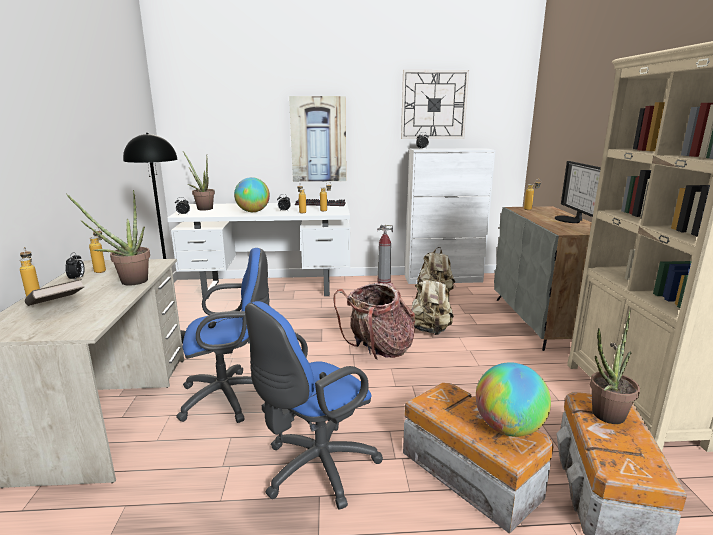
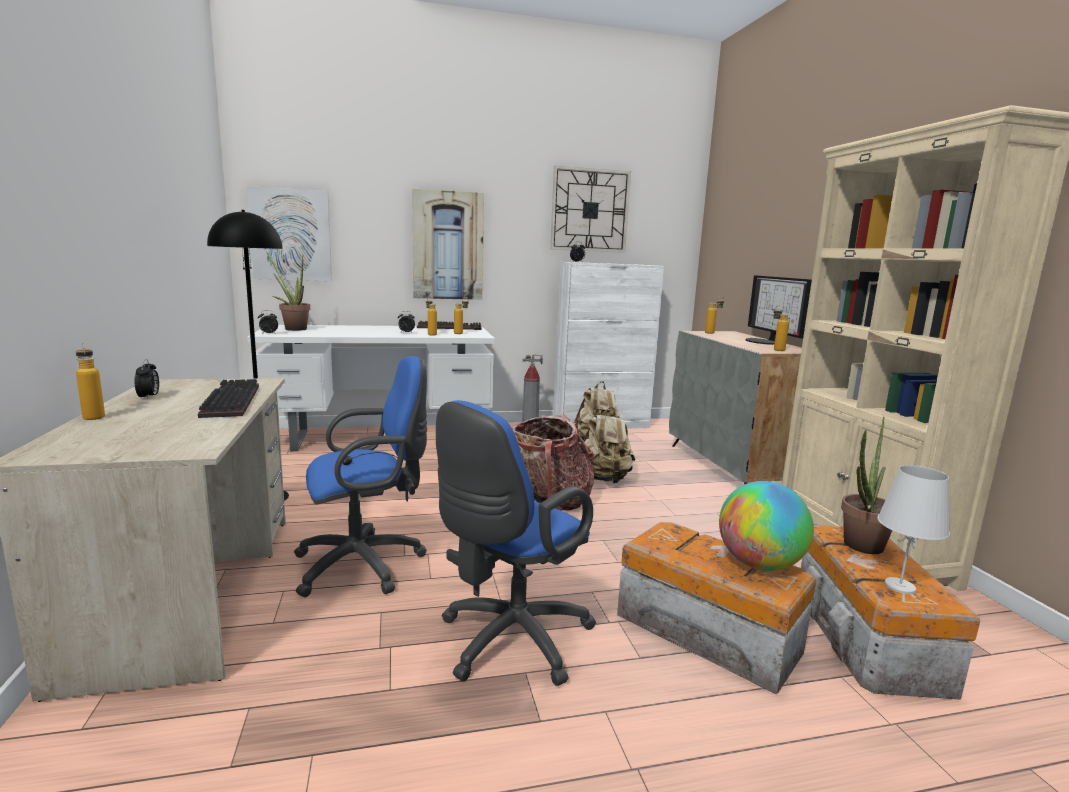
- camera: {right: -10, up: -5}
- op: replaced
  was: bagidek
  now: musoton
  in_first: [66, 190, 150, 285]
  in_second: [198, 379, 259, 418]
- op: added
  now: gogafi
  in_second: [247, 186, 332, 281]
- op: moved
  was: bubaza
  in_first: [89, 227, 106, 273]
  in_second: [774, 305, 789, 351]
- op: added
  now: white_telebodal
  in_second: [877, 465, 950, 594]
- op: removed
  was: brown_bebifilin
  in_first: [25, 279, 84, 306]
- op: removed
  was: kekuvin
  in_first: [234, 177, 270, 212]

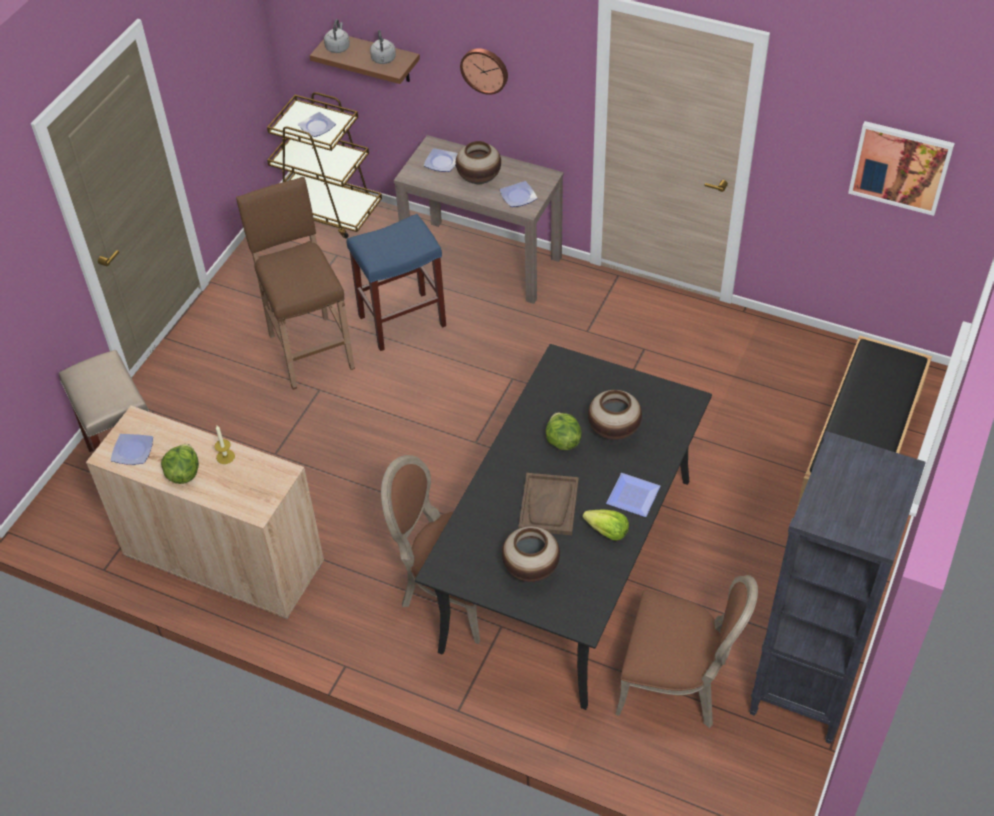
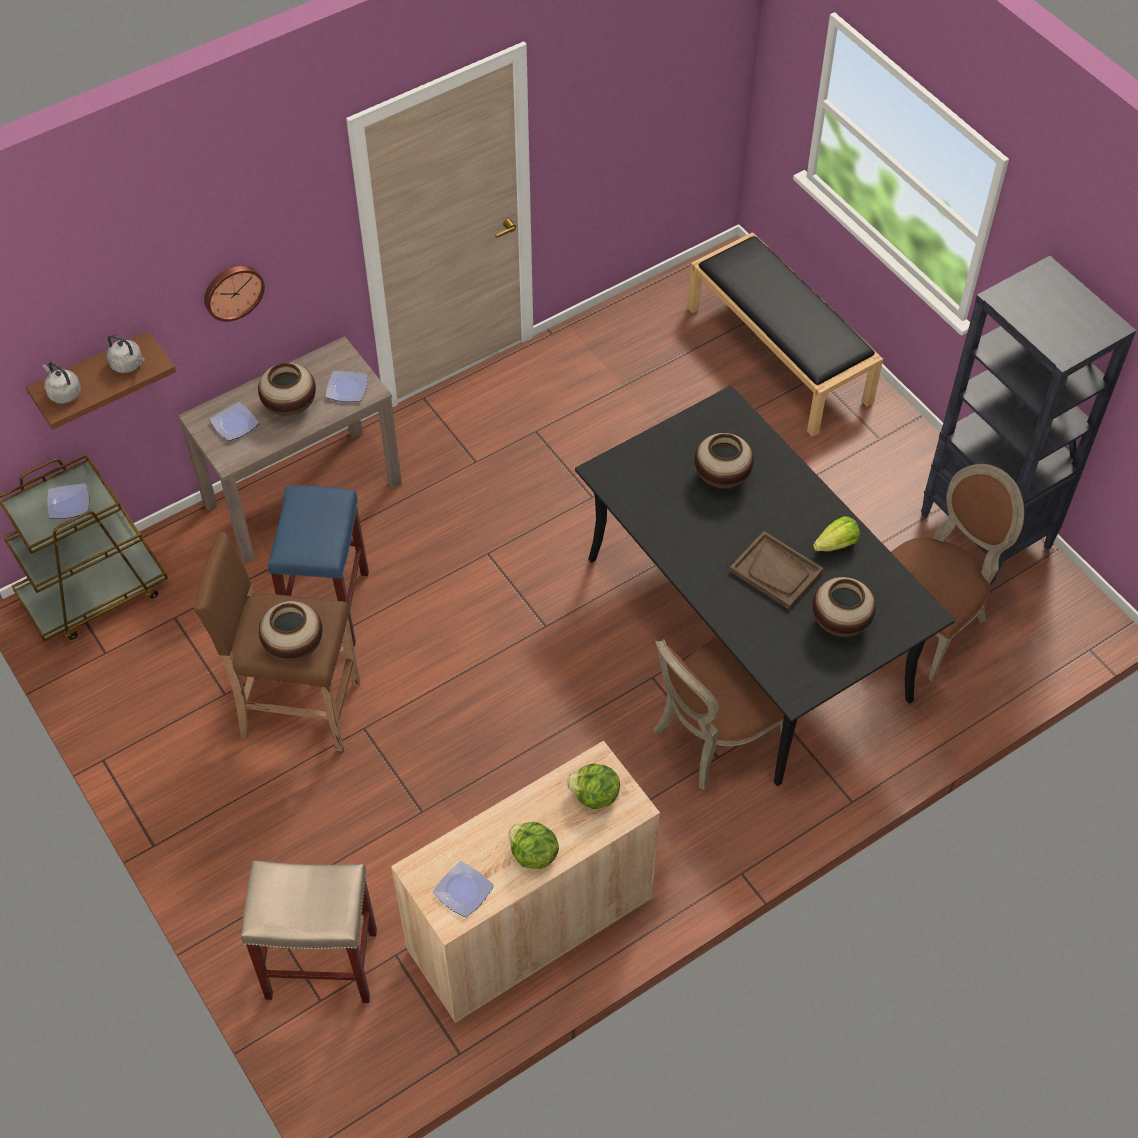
- camera: {right: -60, up: 5}
- op: added
  now: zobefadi
  in_second: [259, 601, 322, 661]
- op: moved
  was: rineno
  in_first: [546, 413, 582, 450]
  in_second: [567, 764, 620, 809]
- op: removed
  was: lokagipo
  in_first: [215, 426, 235, 464]
- op: removed
  was: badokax
  in_first: [606, 473, 660, 517]
- op: removed
  was: gogafi
  in_first: [848, 121, 955, 216]

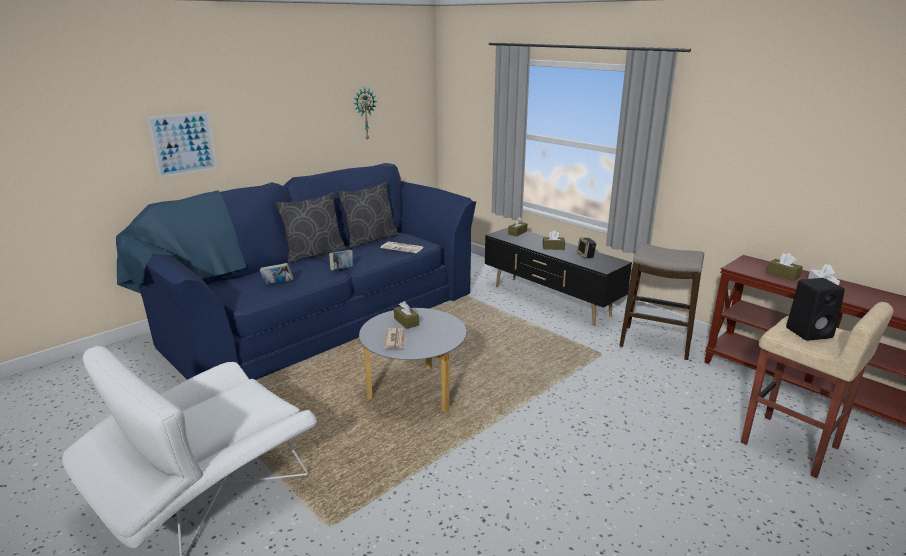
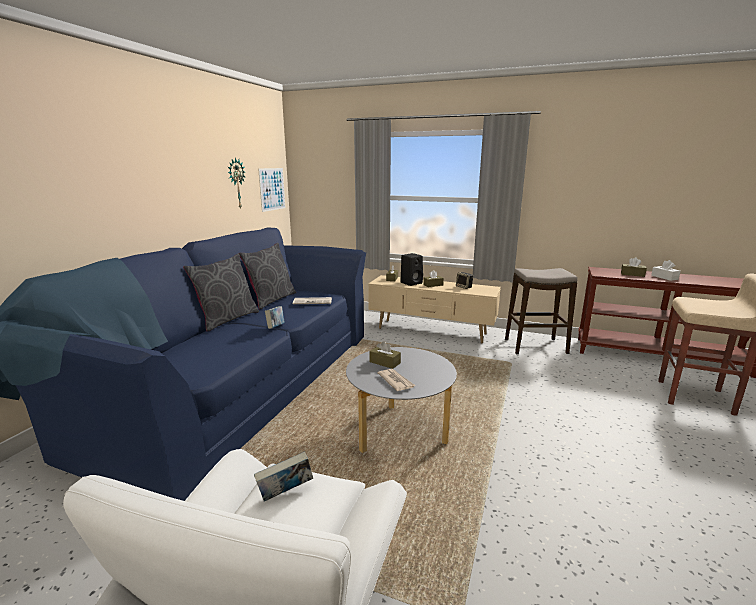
- camera: {right: -25, up: -5}
- op: moved
  was: bebifilin
  in_first: [260, 263, 293, 285]
  in_second: [254, 452, 313, 502]
- op: moved
  was: gogafi
  in_first: [147, 111, 217, 178]
  in_second: [258, 168, 285, 212]
- op: recoloured
  was: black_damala
  now: beige_damala
  in_first: [485, 228, 632, 326]
  in_second: [368, 275, 501, 343]
- op: moved
  was: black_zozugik
  in_first: [786, 278, 845, 341]
  in_second: [400, 253, 423, 286]

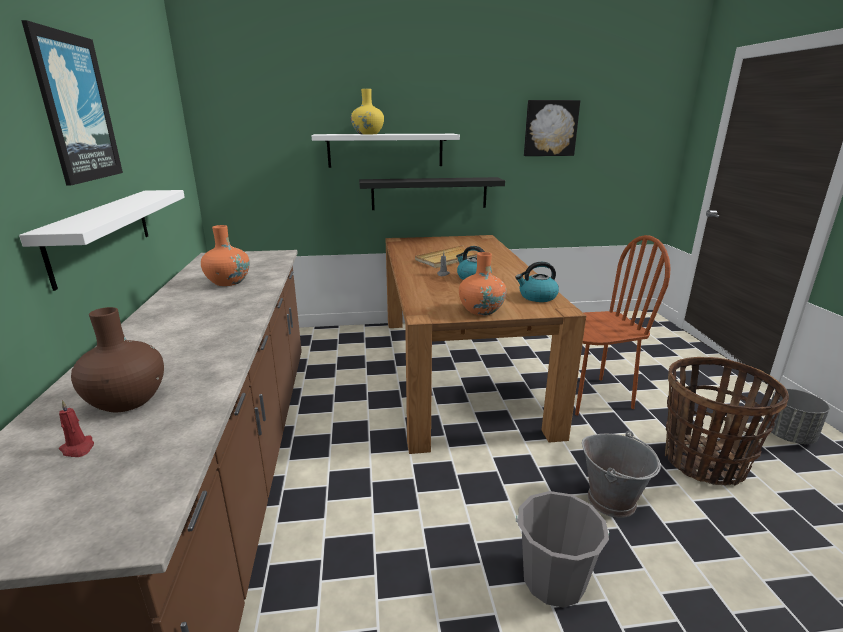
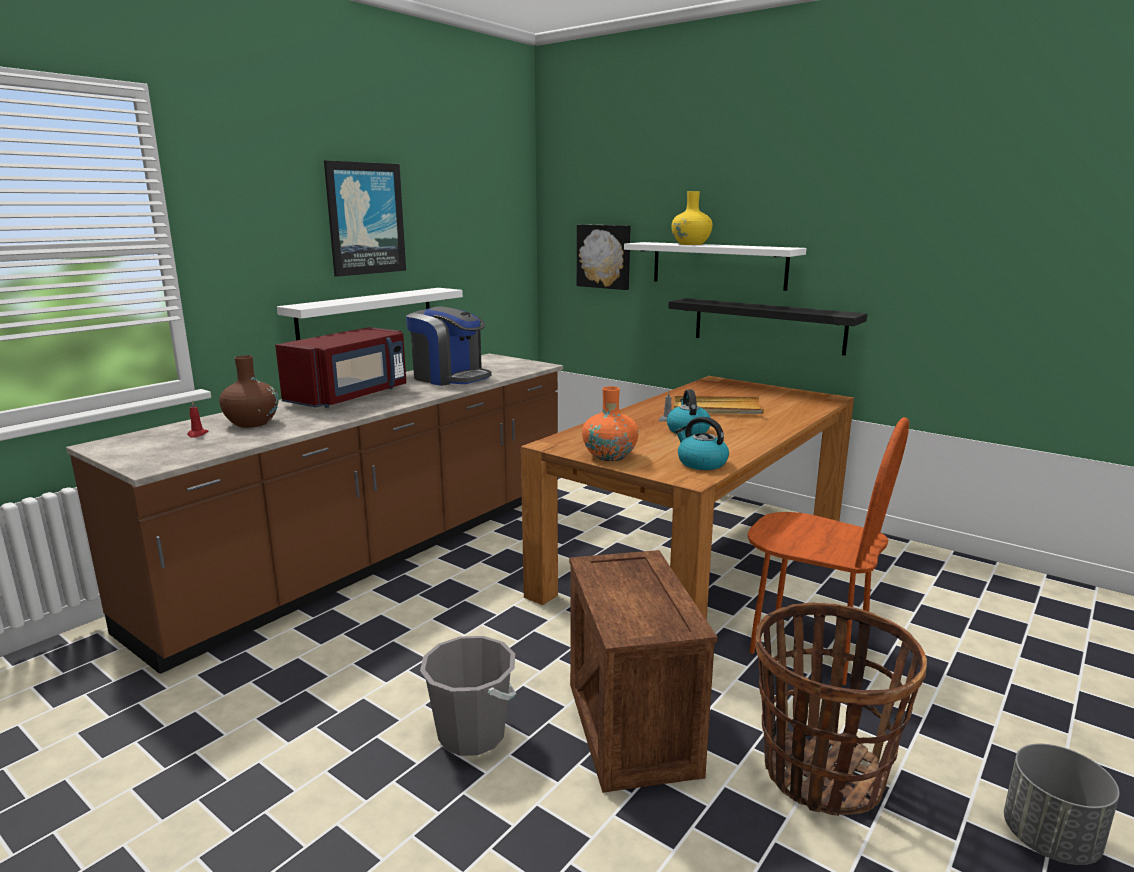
- camera: {right: 45, up: -5}
- op: added
  now: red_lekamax
  in_second: [275, 327, 406, 408]
- op: replaced
  was: orange_zobefadi
  now: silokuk
  in_first: [201, 225, 250, 286]
  in_second: [406, 306, 492, 386]
- op: replaced
  was: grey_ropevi
  now: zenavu
  in_first: [582, 431, 661, 518]
  in_second: [569, 550, 718, 793]
- op: moved
  was: gogafi
  in_first: [524, 100, 580, 156]
  in_second: [577, 224, 631, 290]

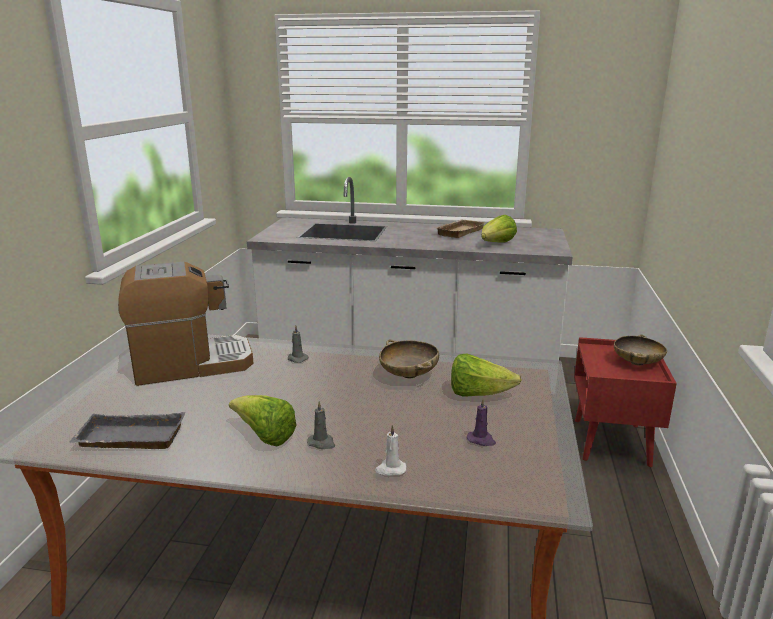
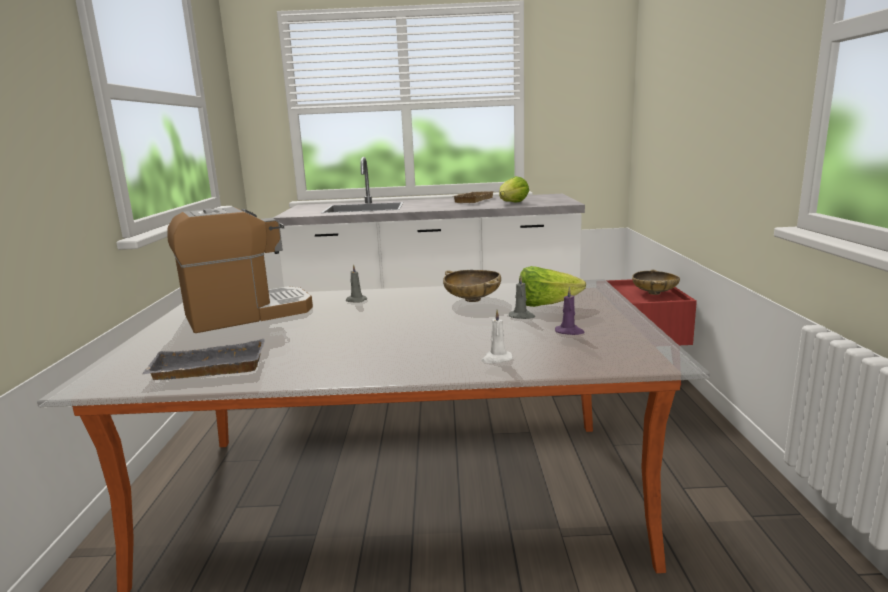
- camera: {right: -10, up: -5}
- op: moved
  was: grey_lokagipo
  in_first: [307, 401, 335, 449]
  in_second: [509, 276, 535, 319]
- op: removed
  was: rineno
  in_first: [229, 395, 296, 446]

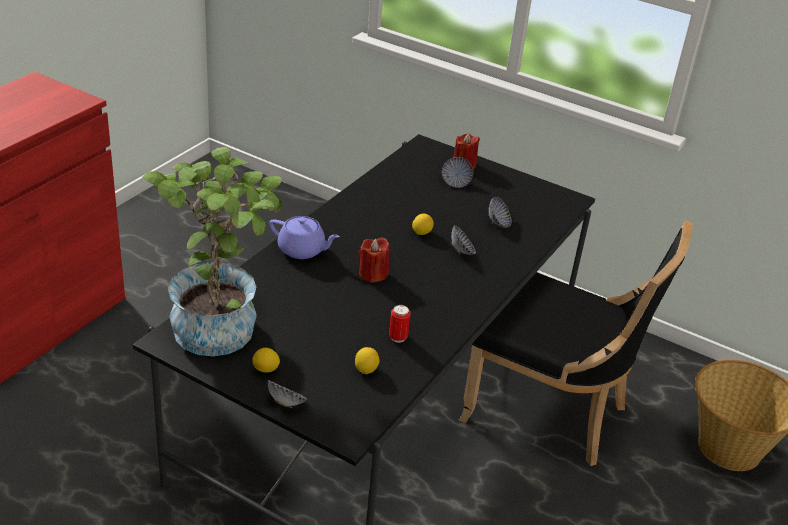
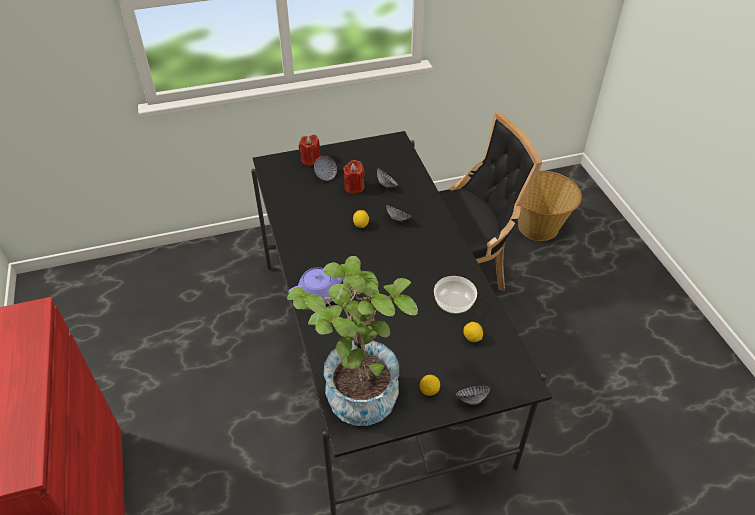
- camera: {right: -45, up: 10}
- op: moved
  was: red_lokagipo
  in_first: [358, 238, 390, 283]
  in_second: [343, 160, 364, 193]
- op: replaced
  was: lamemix
  now: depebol
  in_first: [389, 305, 411, 343]
  in_second: [434, 276, 477, 314]

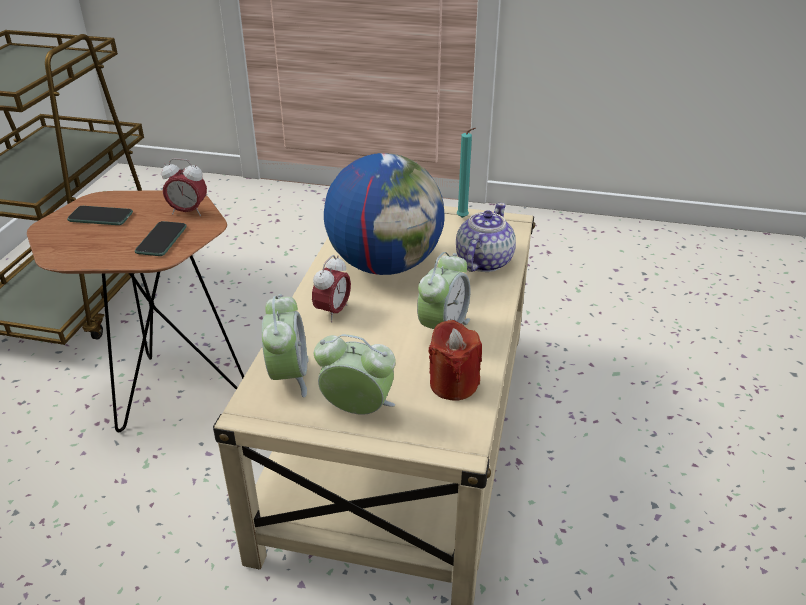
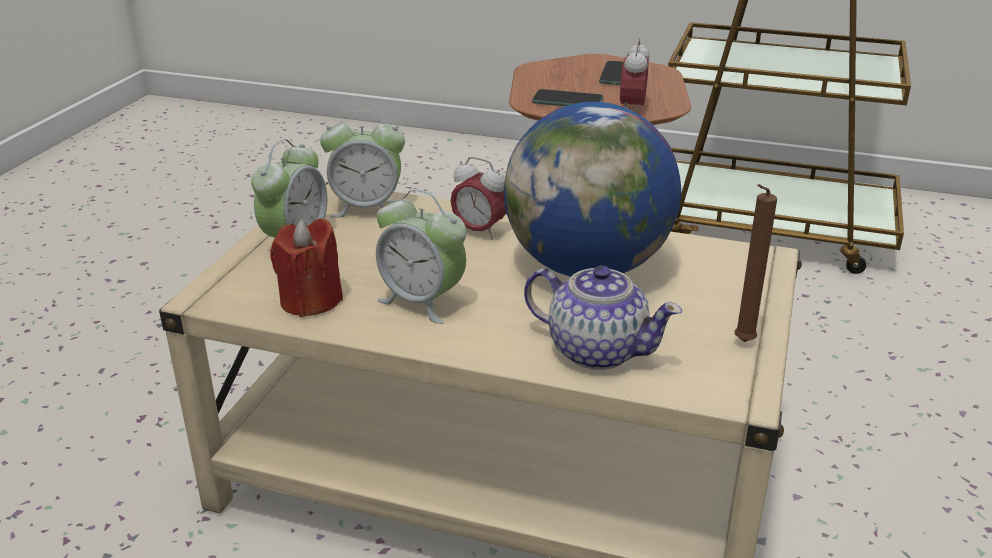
- camera: {right: 95, up: -5}
- op: recoloured
  was: turquoise_lokagipo
  now: brown_lokagipo
  in_first: [457, 128, 476, 218]
  in_second: [735, 184, 777, 342]

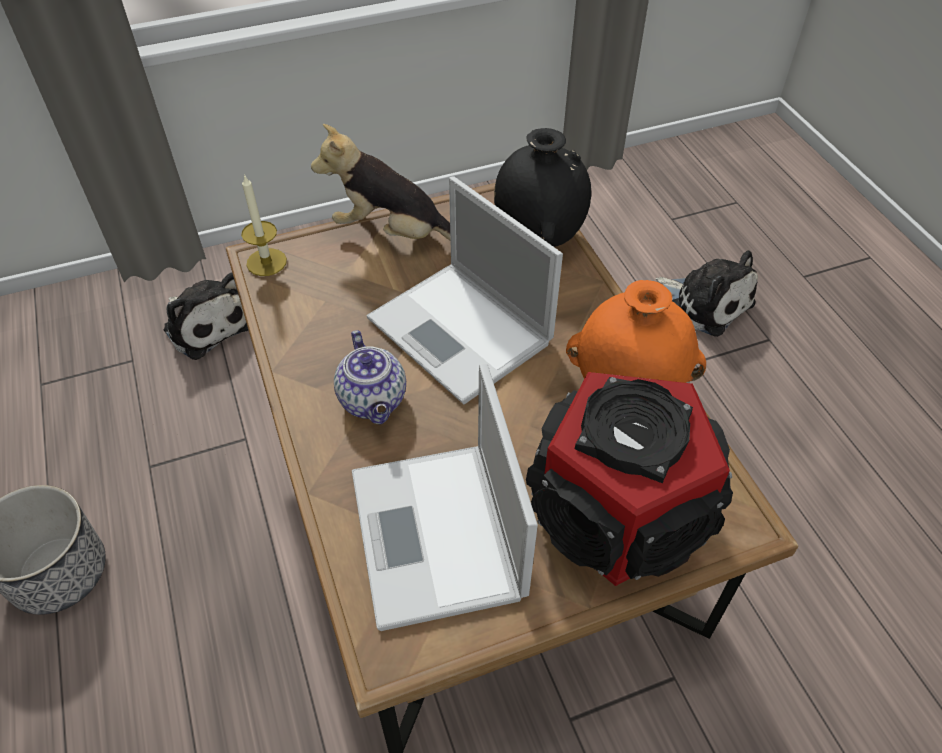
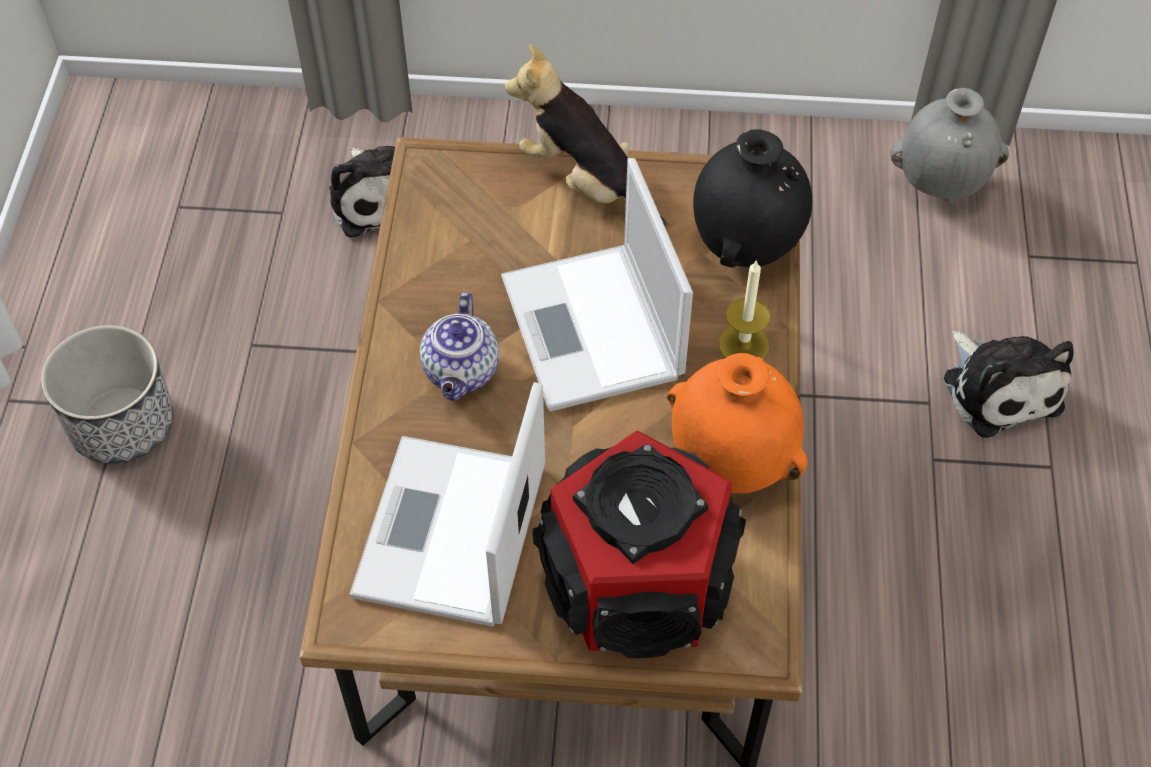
- camera: {right: 25, up: 5}
- op: moved
  was: lokagipo
  in_first: [241, 174, 287, 276]
  in_second: [719, 260, 770, 359]
- op: added
  now: grey_zobefadi
  in_second: [890, 88, 1009, 203]

